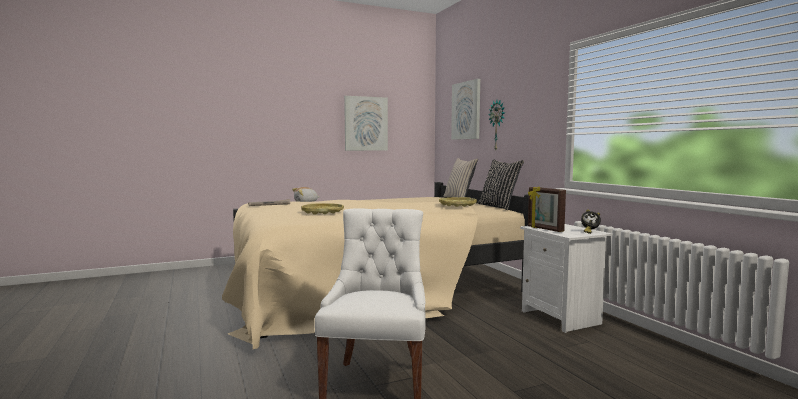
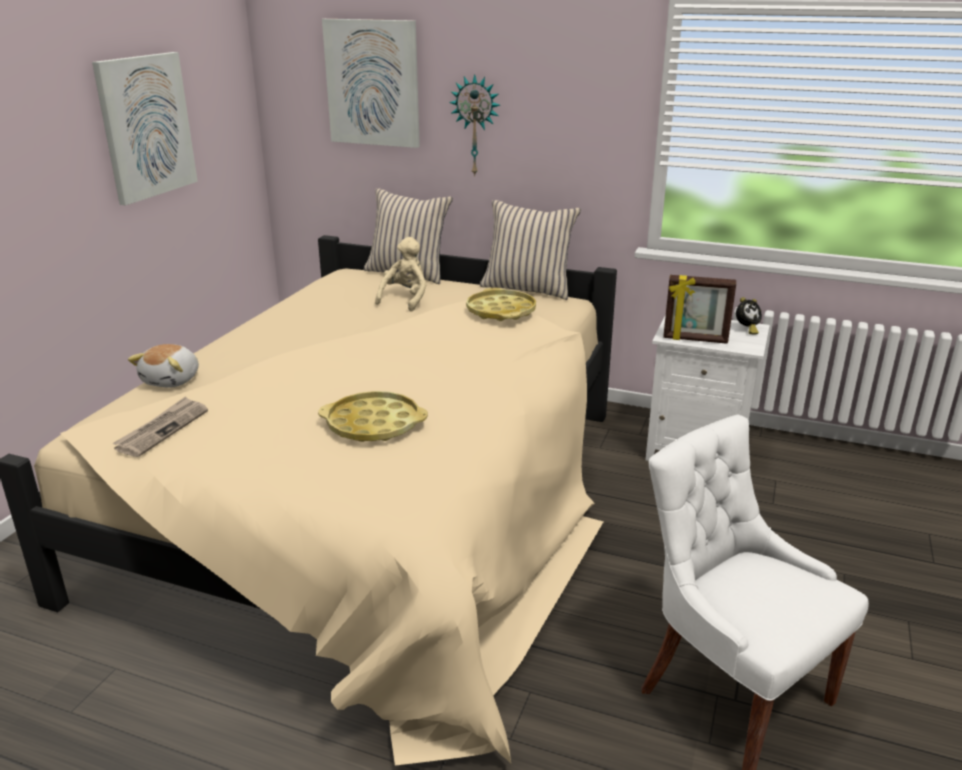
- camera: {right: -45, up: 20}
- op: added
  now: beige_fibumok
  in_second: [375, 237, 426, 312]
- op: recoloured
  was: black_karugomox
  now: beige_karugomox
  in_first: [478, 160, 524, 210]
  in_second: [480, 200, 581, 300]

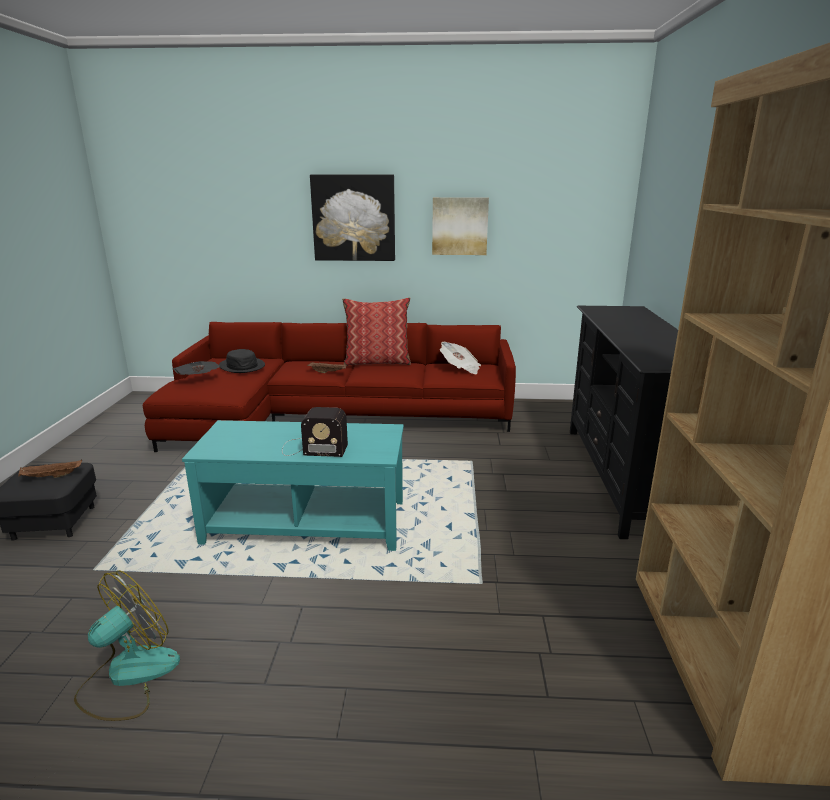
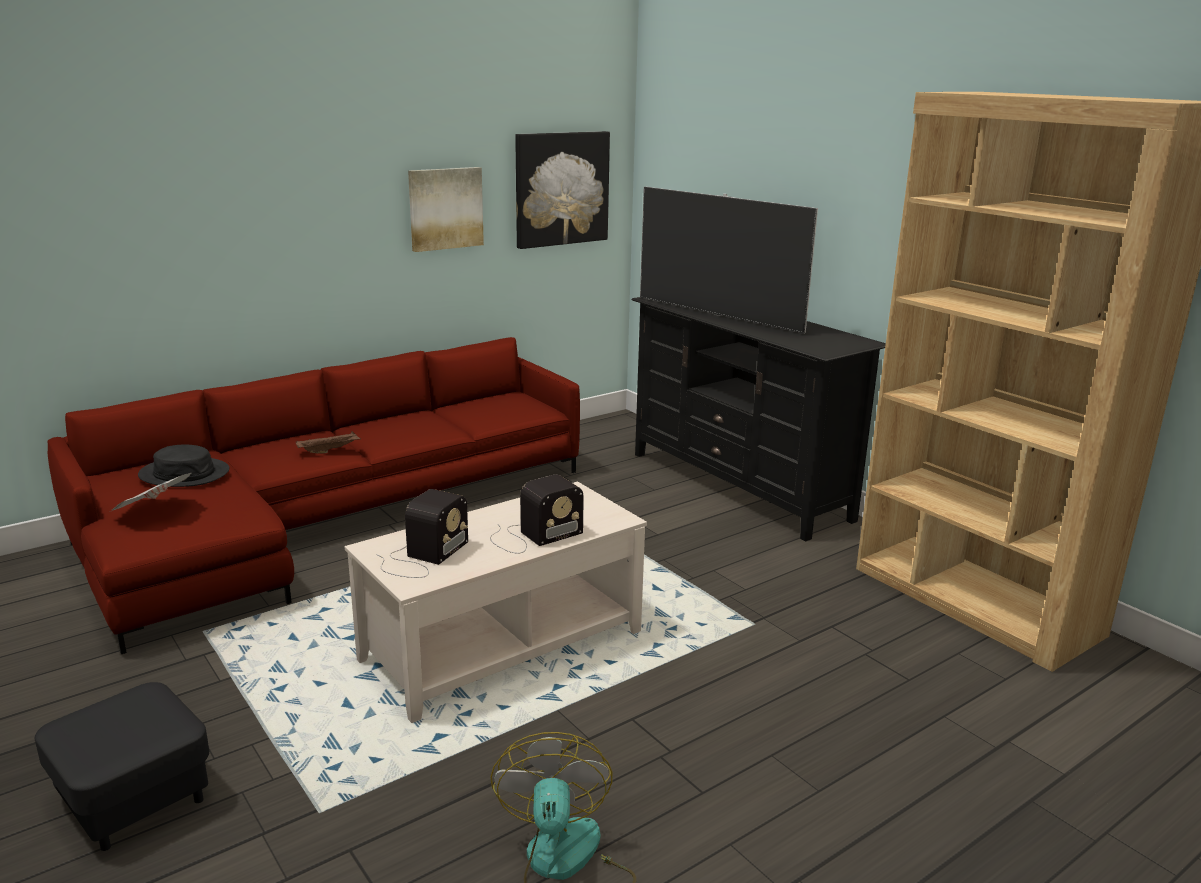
- camera: {right: -40, up: 0}
- op: recoloured
  was: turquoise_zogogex
  now: beige_zogogex
  in_first: [182, 420, 404, 551]
  in_second: [344, 481, 647, 723]
- op: added
  now: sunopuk
  in_second: [376, 489, 468, 578]
- op: moved
  was: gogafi
  in_first: [310, 174, 395, 261]
  in_second: [515, 131, 610, 249]
- op: added
  now: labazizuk
  in_second: [640, 186, 818, 334]
- op: removed
  was: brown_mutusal
  in_first: [18, 459, 82, 478]
- op: removed
  was: karugomox
  in_first: [342, 297, 411, 366]
- op: removed
  was: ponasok
  in_first: [440, 342, 481, 374]

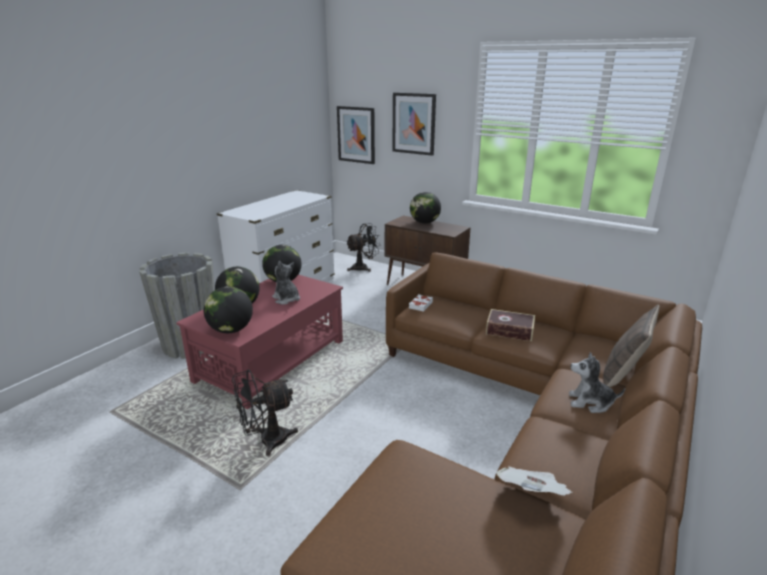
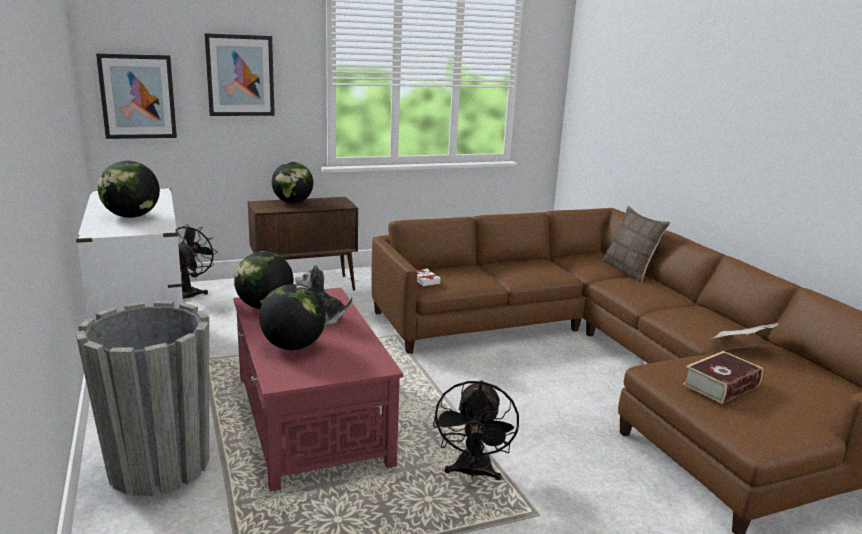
- camera: {right: -55, up: -5}
- op: moved
  was: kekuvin
  in_first: [204, 286, 253, 333]
  in_second: [98, 161, 160, 218]
- op: moved
  was: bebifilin
  in_first: [486, 309, 535, 341]
  in_second: [683, 351, 763, 404]
- op: removed
  was: fibumok
  in_first: [569, 352, 625, 413]

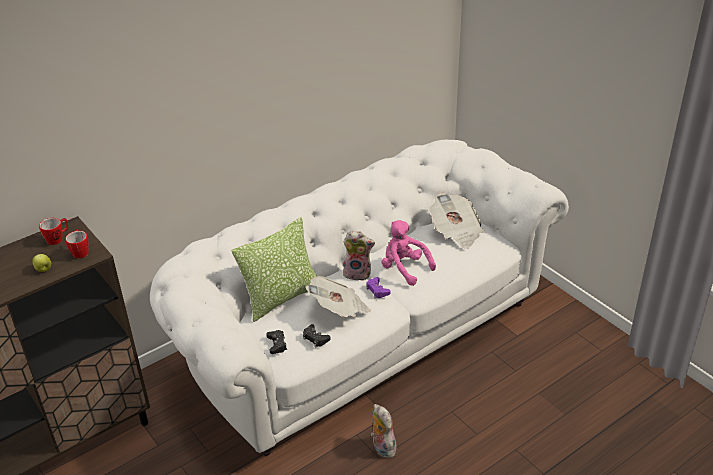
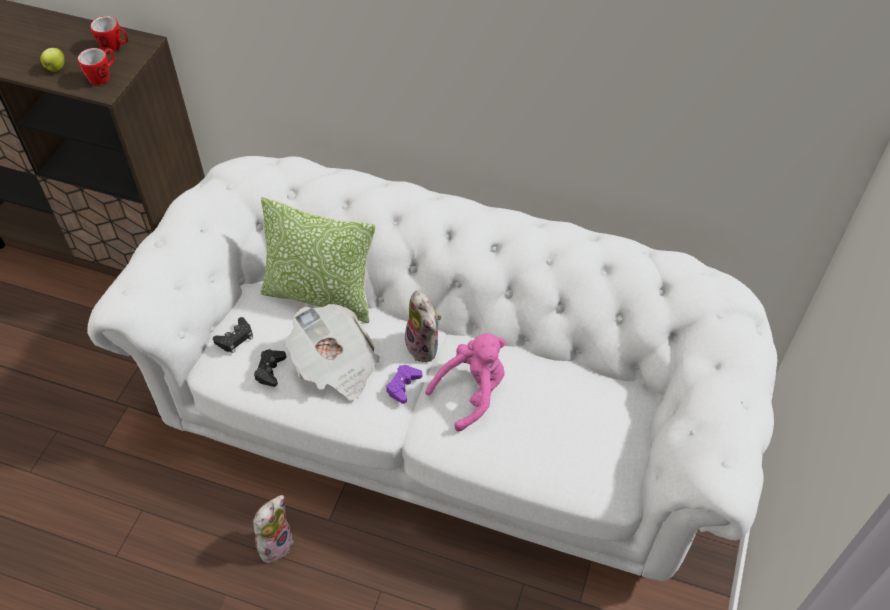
- camera: {right: 55, up: 15}
- op: turned
  was: pink_fibumok
  in_first: [381, 220, 436, 286]
  in_second: [425, 333, 506, 431]
  clockwise: 45
- op: removed
  was: ponasok
  in_first: [429, 193, 484, 249]

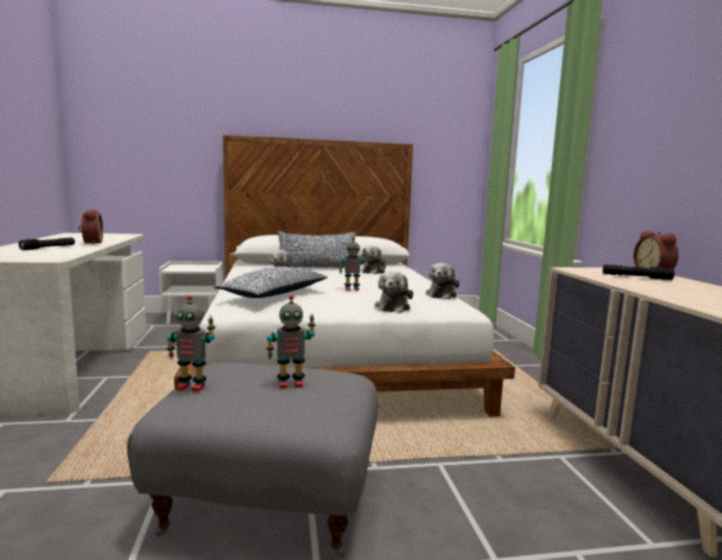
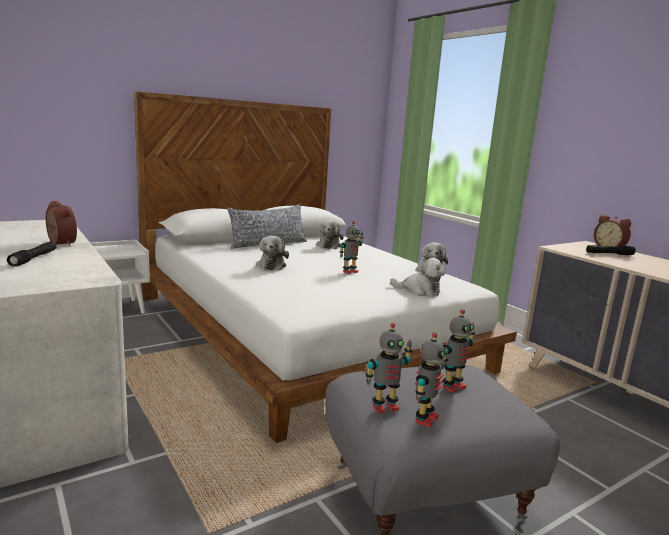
- camera: {right: -25, up: 5}
- op: turned
  was: fibumok
  in_first: [375, 271, 413, 313]
  in_second: [390, 258, 446, 296]
  clockwise: -60
- op: added
  now: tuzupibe
  in_second: [415, 332, 447, 428]
- op: removed
  was: karugomox
  in_first: [214, 267, 327, 298]

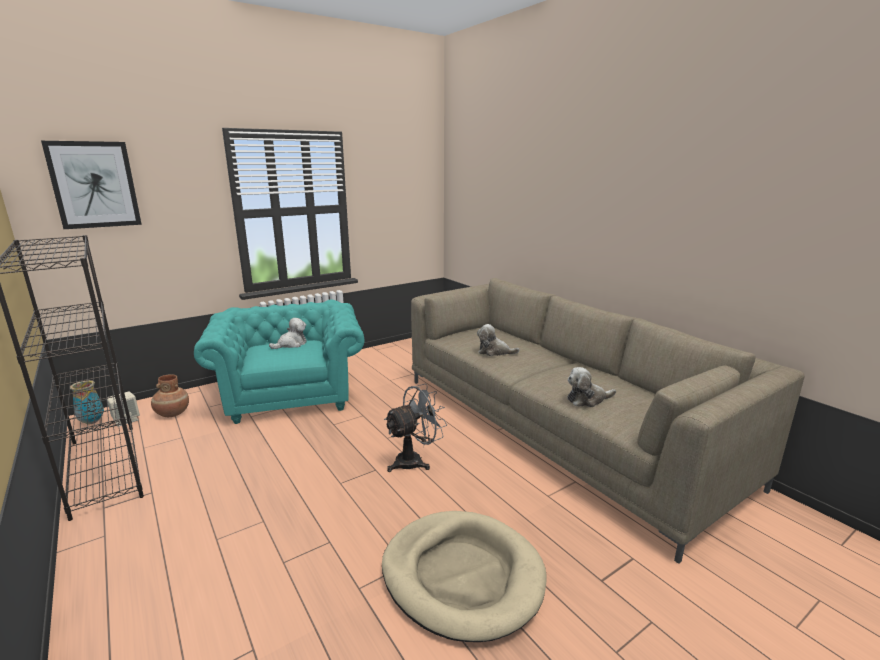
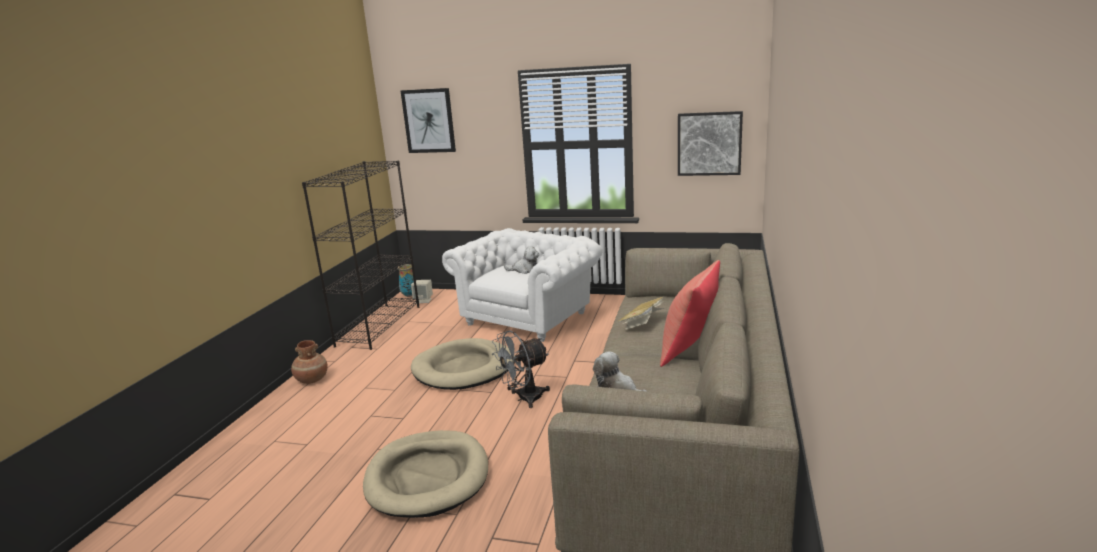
- camera: {right: 50, up: 0}
- op: moved
  was: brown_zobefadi
  in_first: [151, 374, 189, 417]
  in_second: [291, 340, 327, 384]
- op: added
  now: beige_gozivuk
  in_second: [411, 338, 515, 390]
- op: recoloured
  was: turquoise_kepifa
  now: white_kepifa
  in_first: [194, 299, 365, 424]
  in_second: [442, 228, 603, 342]
- op: turned
  was: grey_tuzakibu
  in_first: [384, 383, 447, 472]
  in_second: [492, 330, 550, 408]
  clockwise: 135
- op: replaced
  was: fibumok
  now: bebifilin
  in_first: [477, 324, 519, 356]
  in_second: [618, 296, 664, 330]
- op: added
  now: red_karugomox
  in_second: [660, 260, 720, 367]
- op: added
  now: gogafi
  in_second: [678, 111, 743, 176]

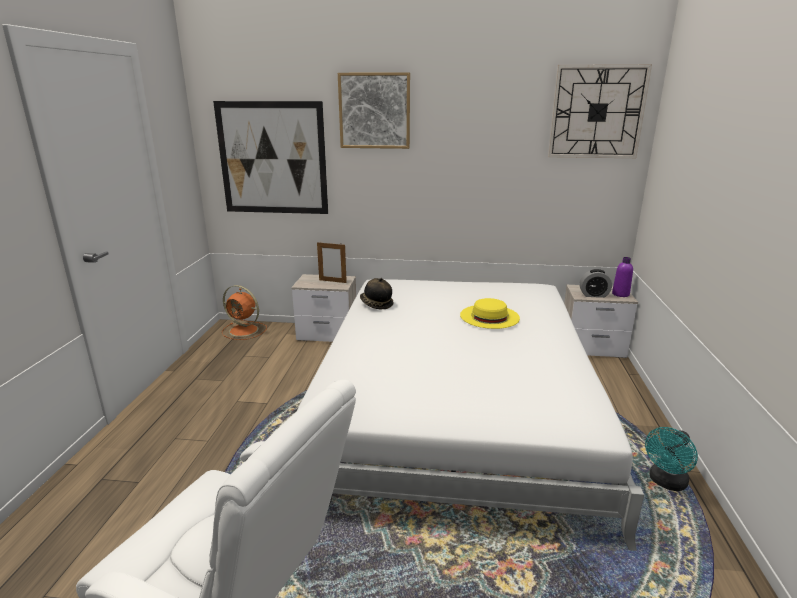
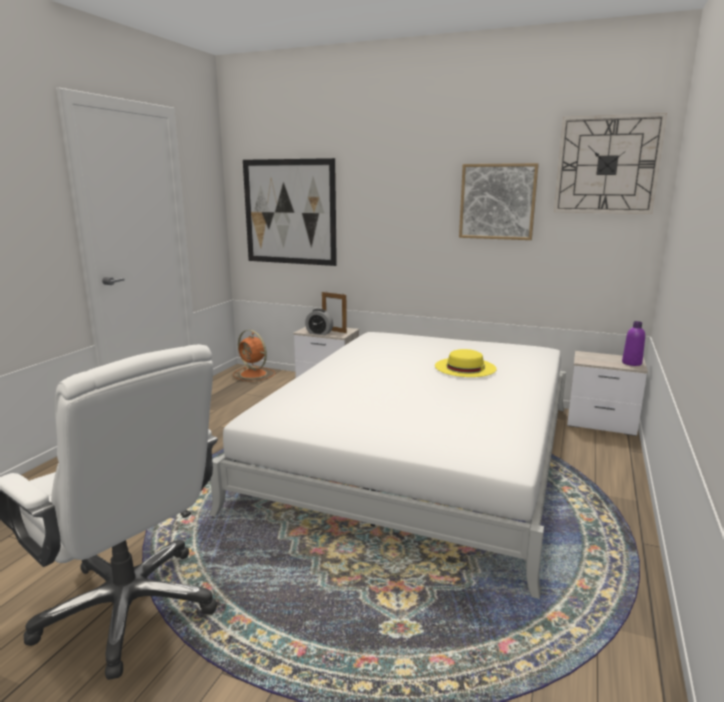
- camera: {right: 15, up: -5}
- op: moved
  was: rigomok
  in_first: [580, 269, 612, 298]
  in_second: [305, 309, 333, 335]
- op: moved
  was: gogafi
  in_first: [338, 72, 410, 149]
  in_second: [459, 163, 539, 240]
- op: removed
  was: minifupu
  in_first: [360, 278, 394, 310]
- op: removed
  was: turquoise_tuzakibu
  in_first: [645, 427, 698, 491]

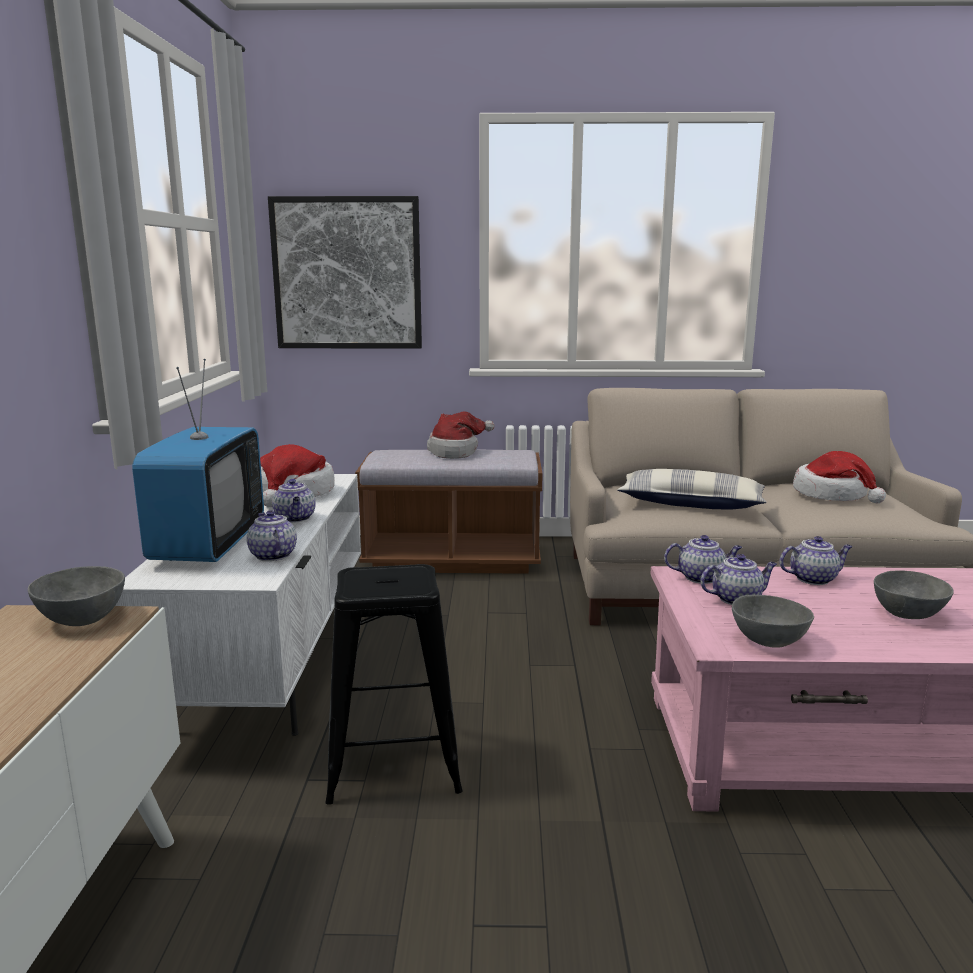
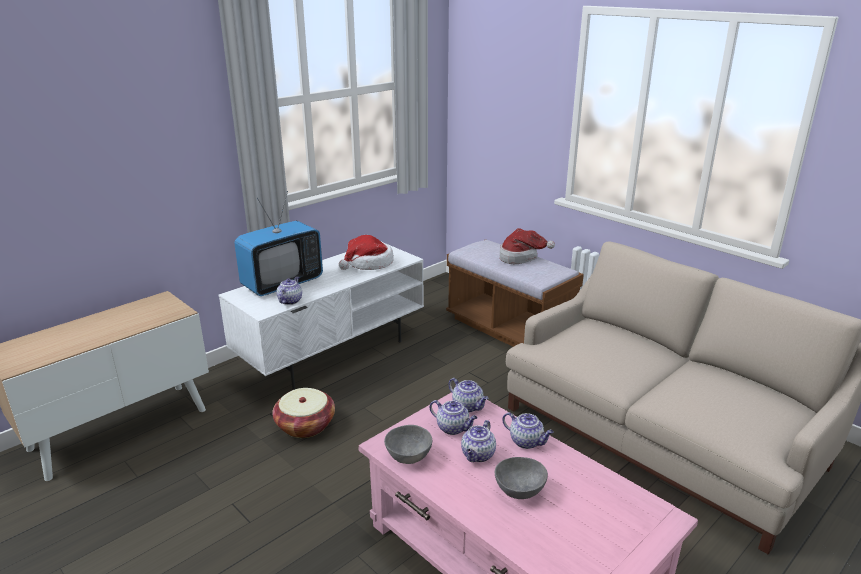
- camera: {right: 45, up: 10}
- op: replaced
  was: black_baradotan
  now: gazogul
  in_first: [325, 564, 463, 805]
  in_second: [272, 388, 335, 438]
- op: moved
  was: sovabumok
  in_first: [272, 479, 316, 523]
  in_second: [461, 420, 496, 462]
- op: removed
  was: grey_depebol
  in_first: [28, 566, 125, 626]
- op: removed
  was: gogafi
  in_first: [268, 196, 422, 349]
- op: removed
  was: karugomox
  in_first: [617, 469, 767, 510]
- op: removed
  was: minifupu
  in_first: [793, 451, 886, 503]

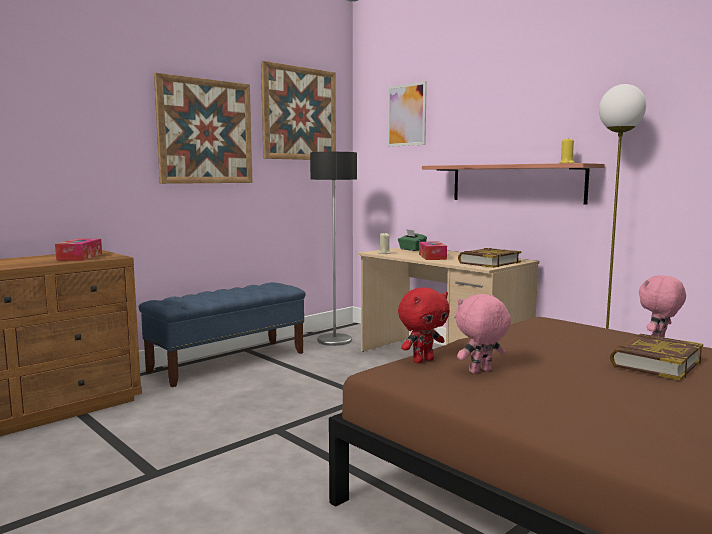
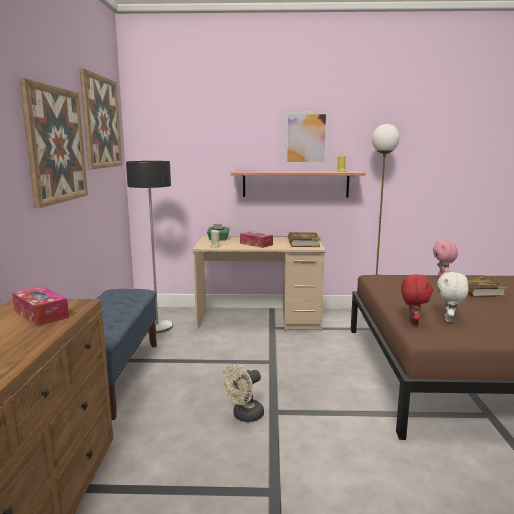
- camera: {right: -45, up: 5}
- op: added
  now: beige_tuzakibu
  in_second: [222, 364, 264, 422]
- op: moved
  was: gogafi
  in_first: [387, 81, 427, 147]
  in_second: [285, 112, 329, 164]
- op: recoloured
  was: pink_fibumok
  now: white_fibumok
  in_first: [456, 294, 511, 373]
  in_second: [437, 271, 469, 322]

